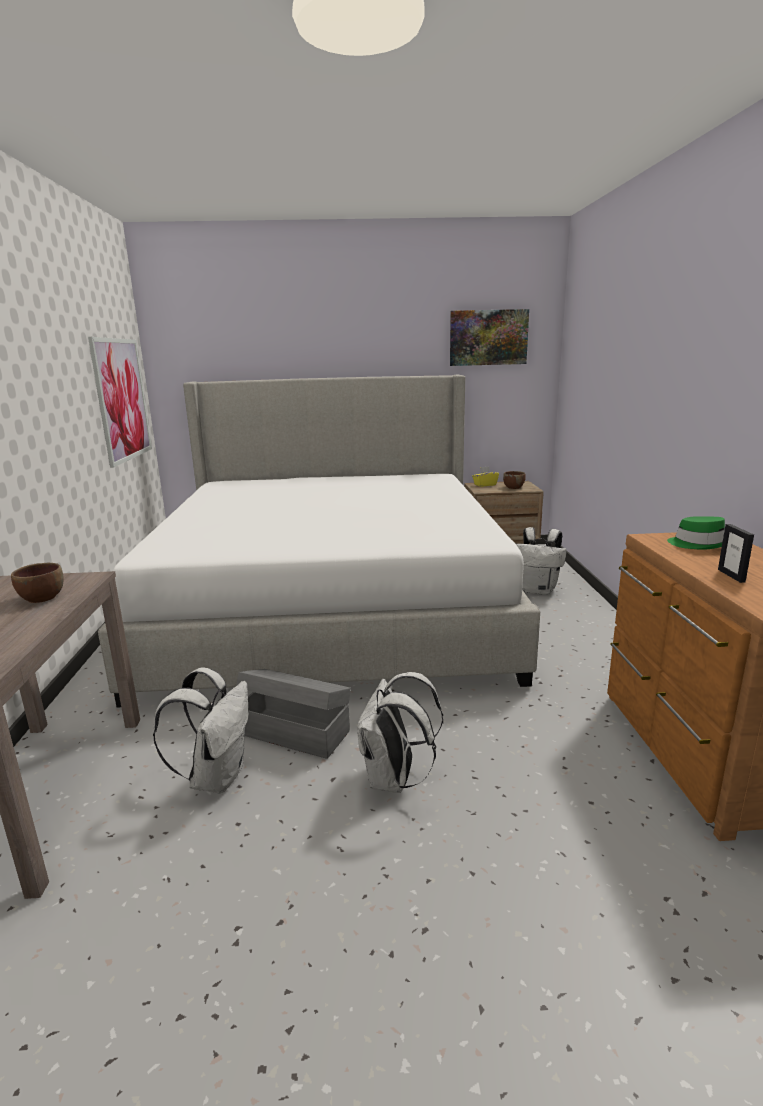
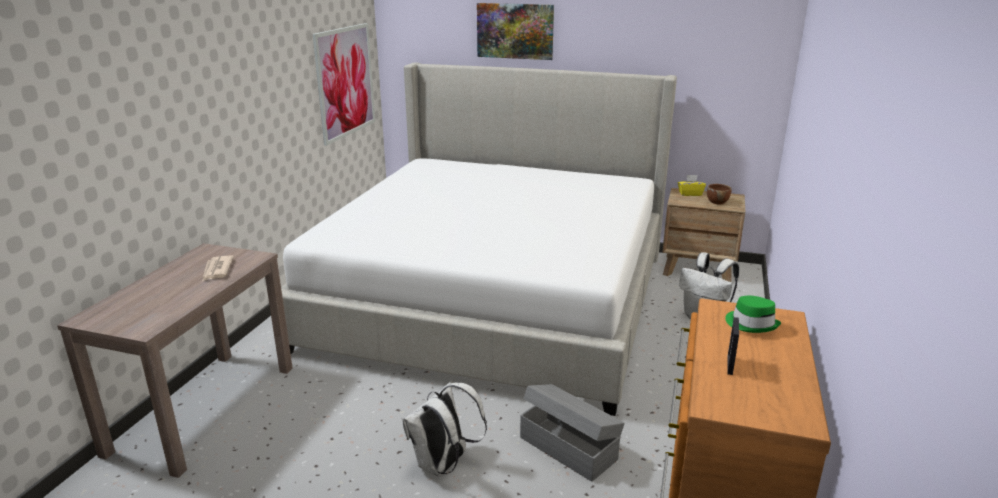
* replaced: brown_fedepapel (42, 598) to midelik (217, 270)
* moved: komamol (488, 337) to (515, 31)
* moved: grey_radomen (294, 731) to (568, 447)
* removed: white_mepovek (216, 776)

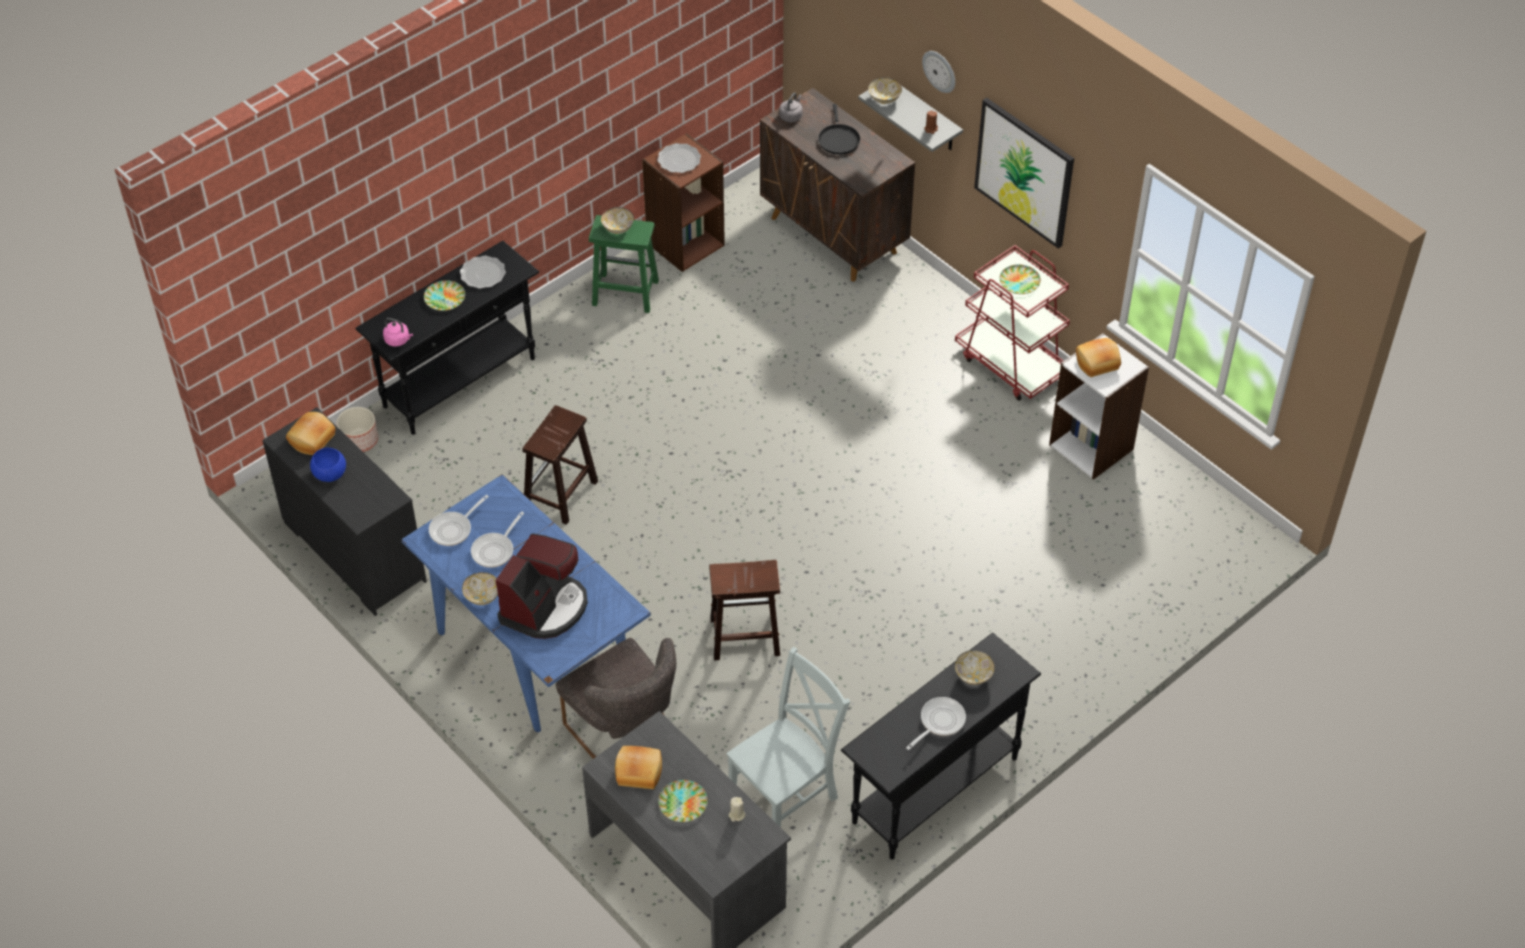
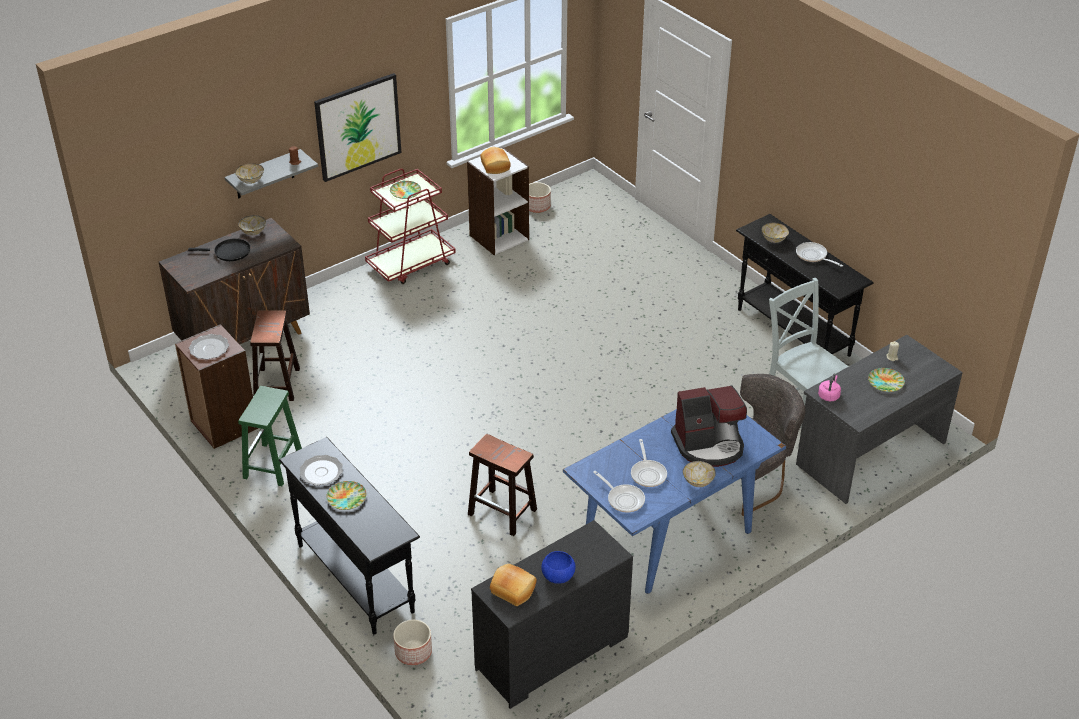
* moved: fedepapel (618, 228) to (253, 232)
* moved: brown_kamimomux (743, 637) to (277, 385)
* added: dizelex (537, 206)
* turned: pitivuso (495, 550) = (648, 473) 45 degrees clockwise
* turned: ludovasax (545, 607) = (709, 445) 135 degrees clockwise
* moved: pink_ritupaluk (398, 340) to (829, 395)
* removed: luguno (639, 771)
* removed: grey_ritupaluk (791, 116)
* removed: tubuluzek (940, 71)

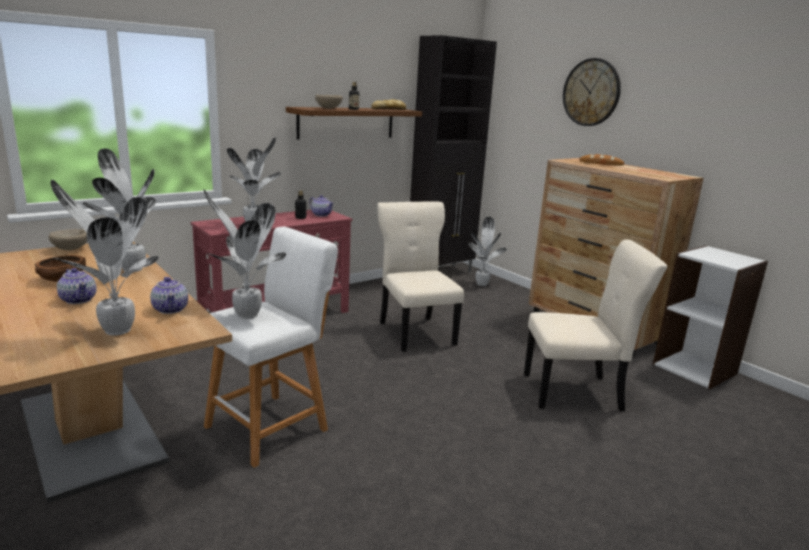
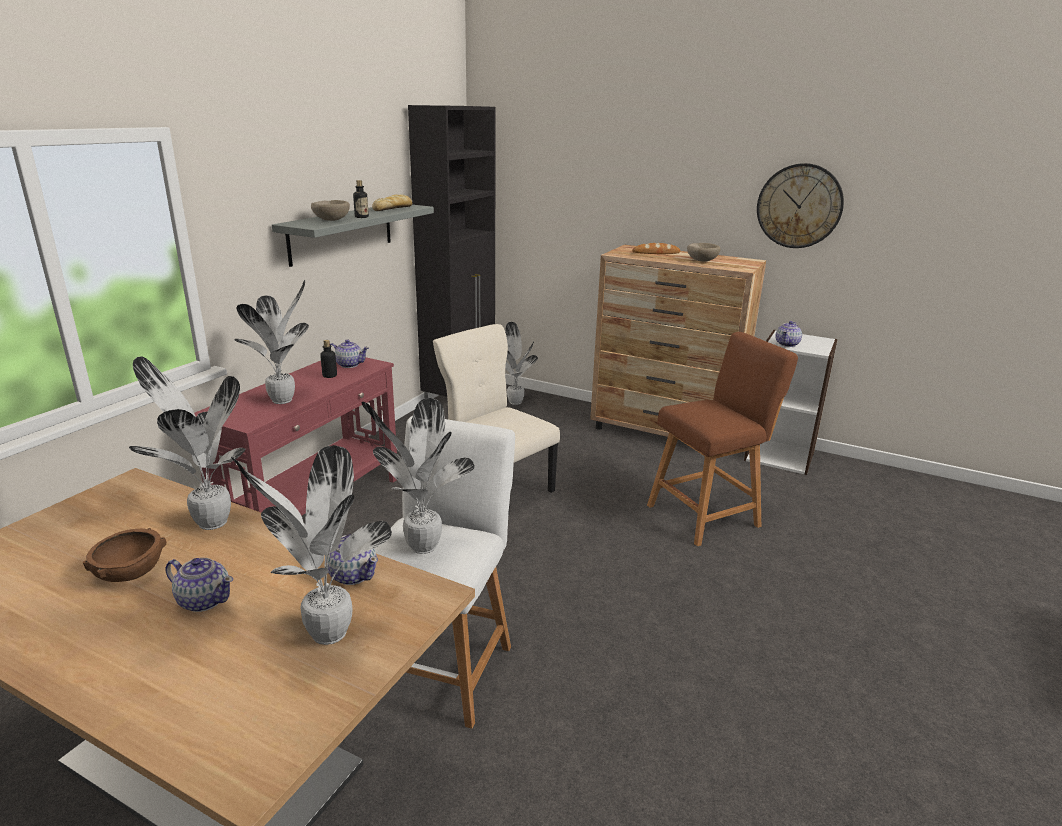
* recoloured: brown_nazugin (346, 123) to grey_nazugin (342, 233)
* replaced: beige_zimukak (576, 392) to brown_kamimomux (707, 514)
* moved: beige_fedepapel (71, 249) to (701, 260)
* moved: tubuluzek (591, 92) to (799, 206)
* added: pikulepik (787, 344)

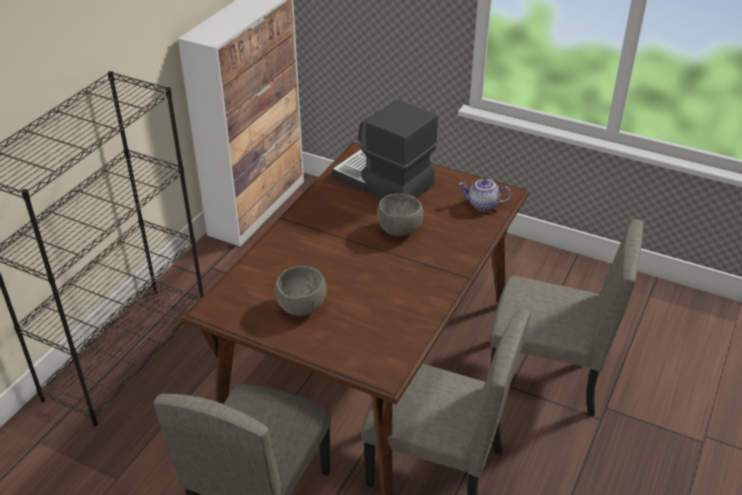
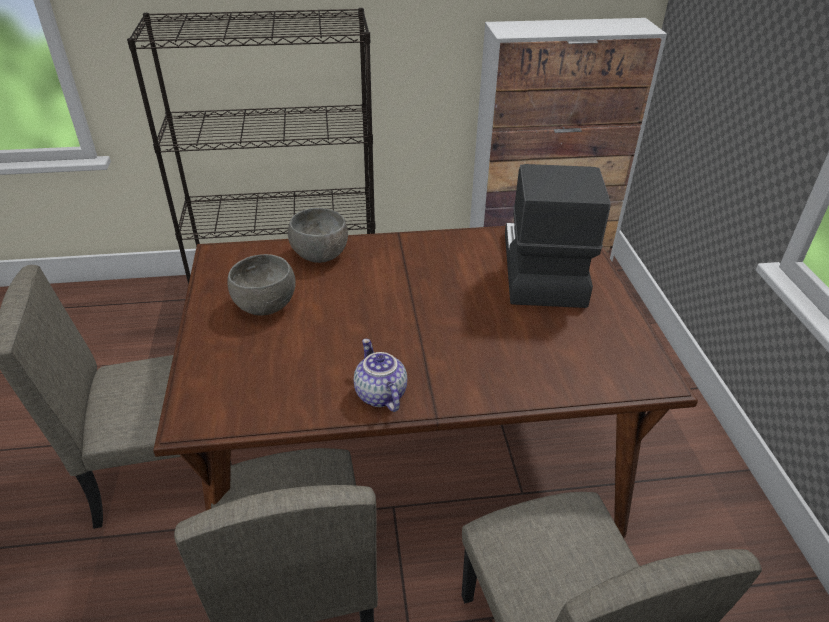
* moved: grey_fedepapel (400, 230) to (320, 256)
* moved: pikulepik (483, 205) to (379, 394)

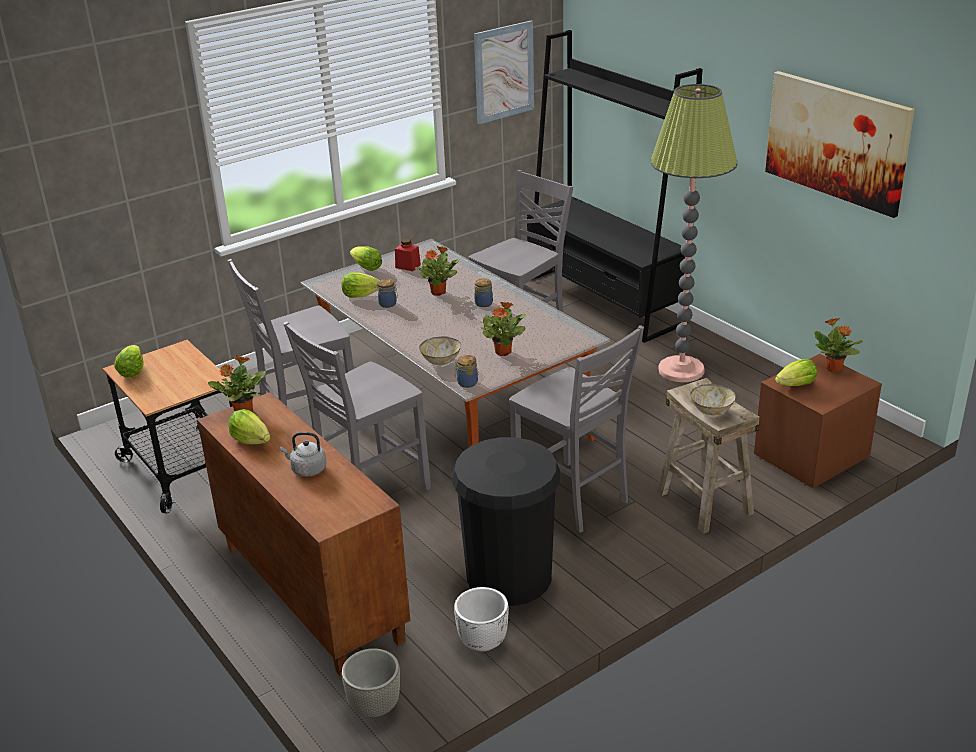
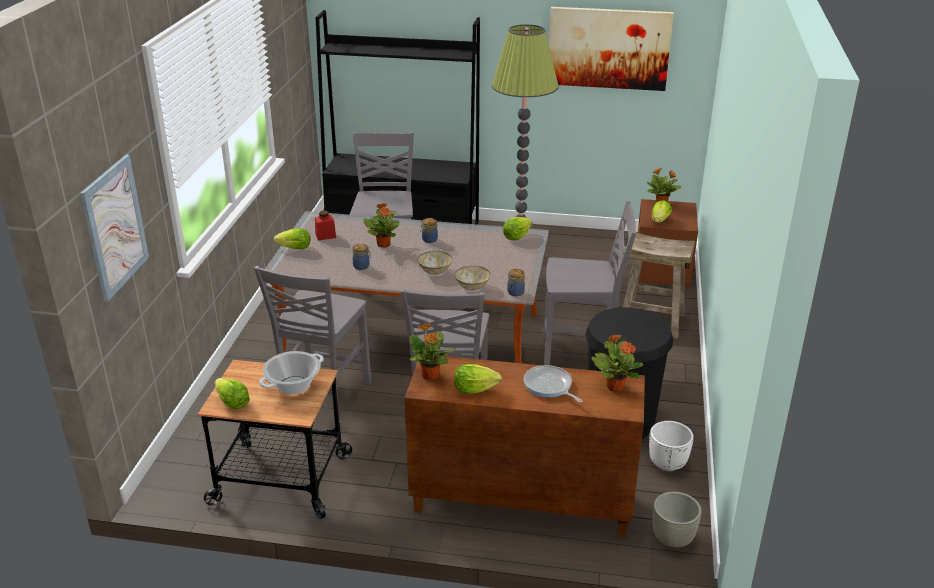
* moved: komamol (504, 72) to (115, 227)
* added: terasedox (294, 385)
* moved: fedepapel (711, 410) to (434, 271)
* moved: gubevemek (360, 295) to (516, 237)
* replaced: grey_ritupaluk (307, 469) to pitivuso (549, 386)
* moved: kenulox (503, 352) to (615, 386)

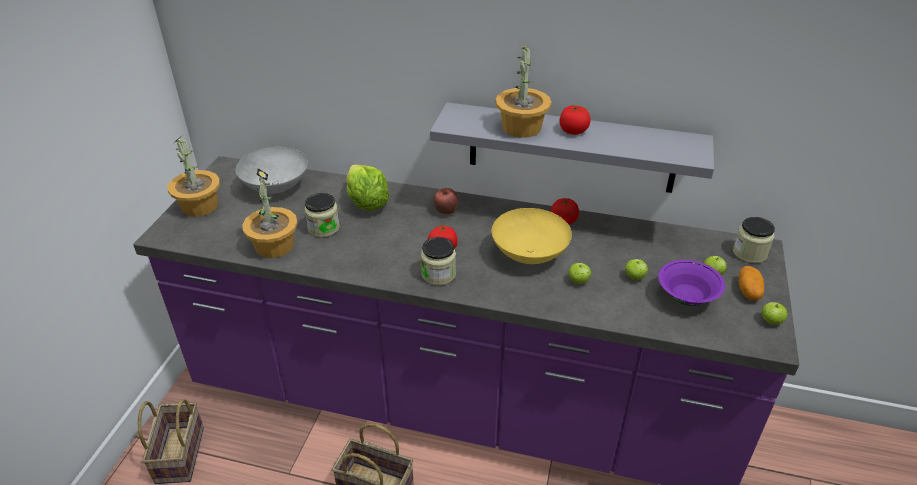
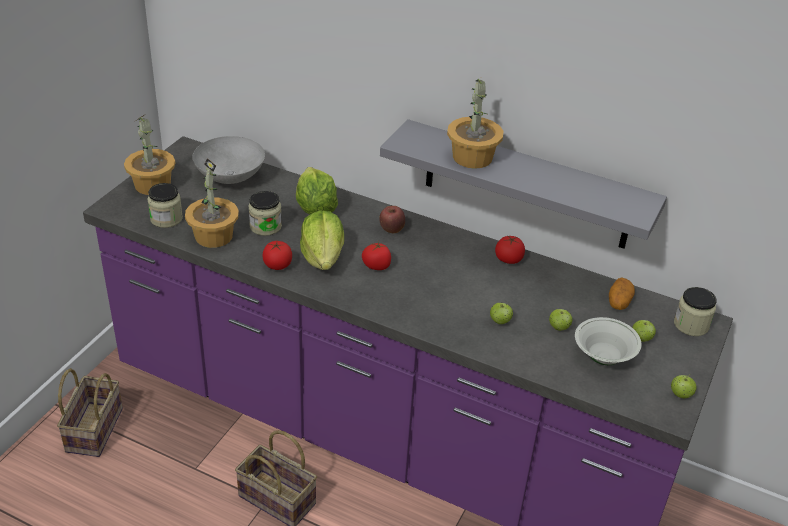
* moved: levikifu (438, 274) to (166, 218)
* moved: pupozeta (573, 131) to (277, 265)
* added: gubevemek (323, 257)
* recoloured: purple_fedepapel (686, 298) to white_fedepapel (603, 357)
* moved: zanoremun (748, 291) to (619, 302)
* removed: yellow_fedepapel (529, 253)

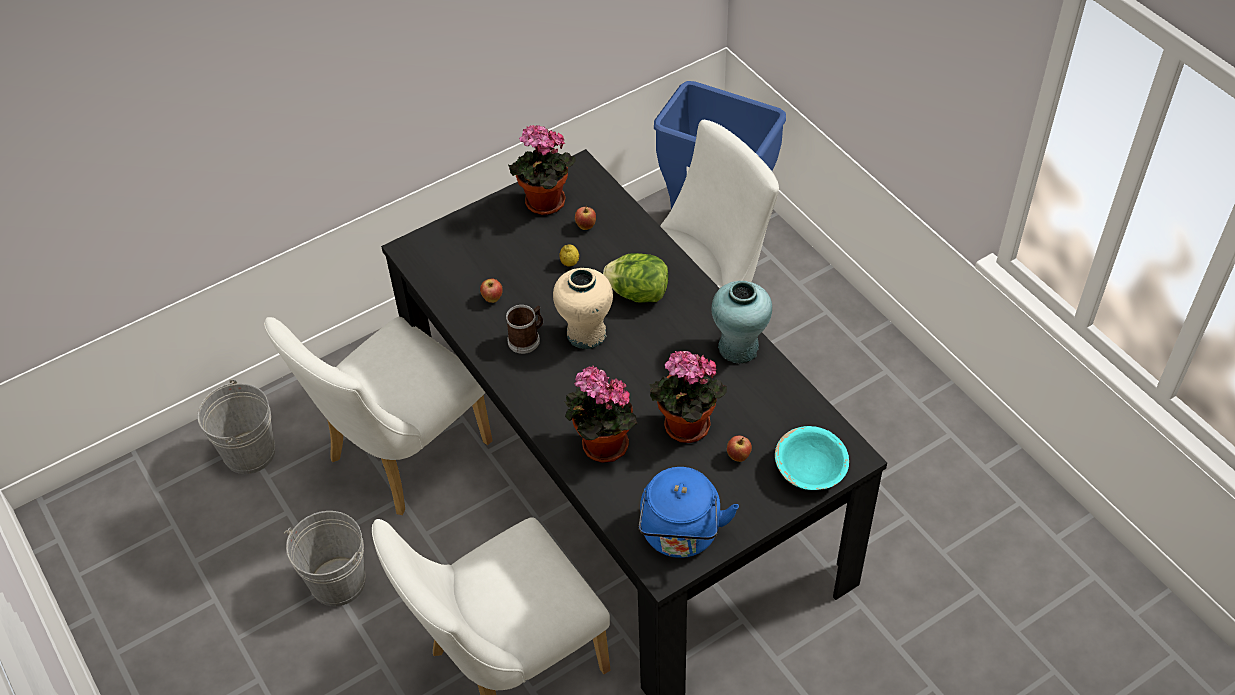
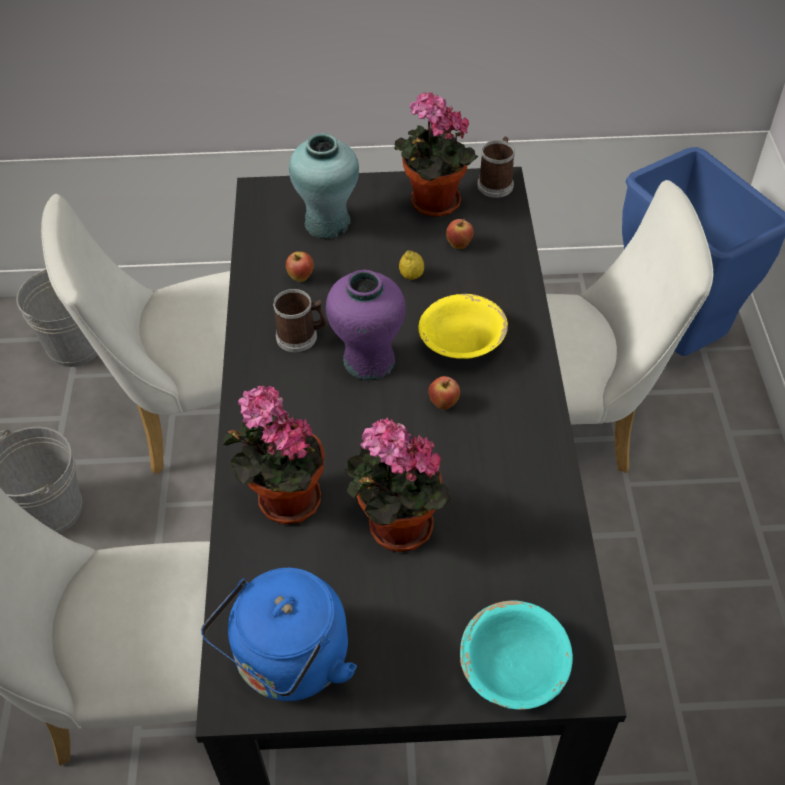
* moved: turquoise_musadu (738, 347) to (327, 223)
* recoloured: beige_musadu (586, 334) to purple_musadu (369, 361)
* replaced: gubevemek (638, 293) to yellow_fedepapel (461, 342)
* moved: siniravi (738, 456) to (444, 404)
* added: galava (496, 183)

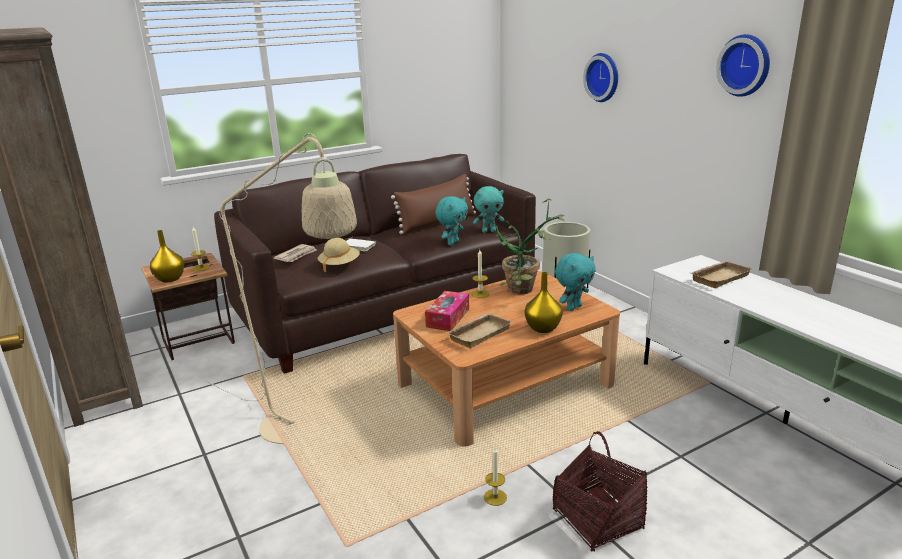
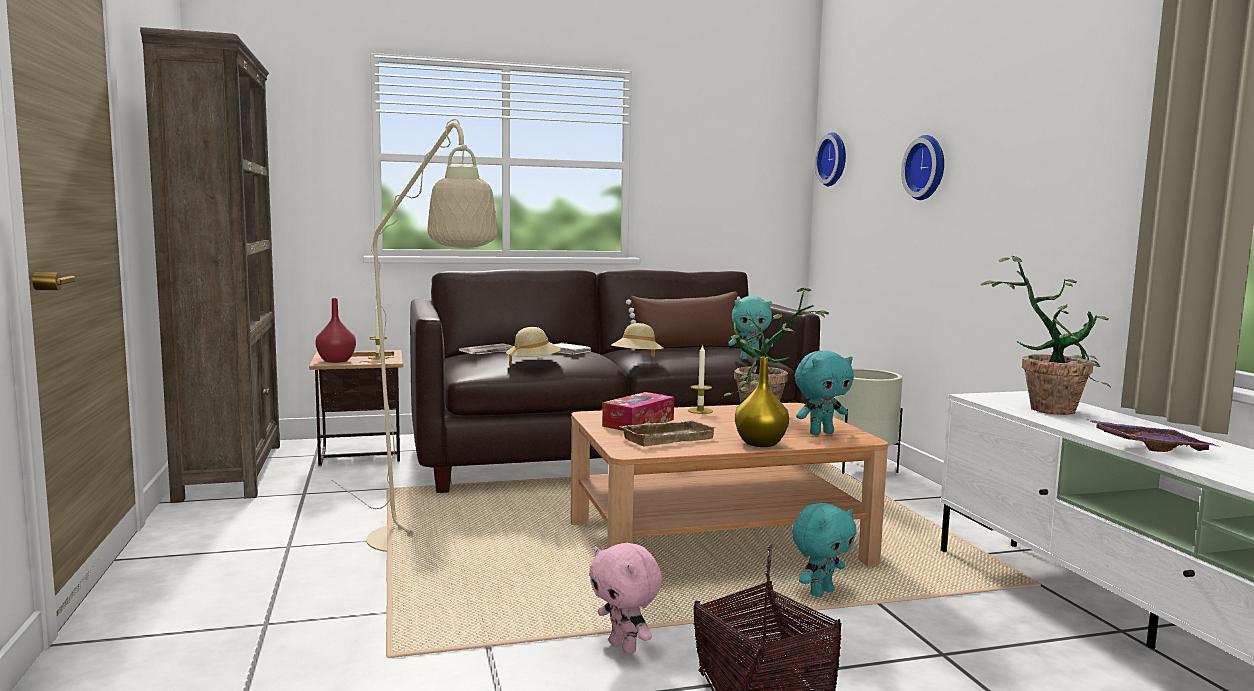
* recoloured: yellow_musadu (170, 279) to red_musadu (337, 361)
* replaced: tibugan (495, 497) to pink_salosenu (624, 647)
* added: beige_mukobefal (637, 359)
* moved: turquoise_salosenu (452, 243) to (820, 593)
* moved: tubuluzek (746, 65) to (834, 159)
* replaced: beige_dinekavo (718, 277) to kenulox (1048, 407)
* added: purple_dinekavo (1148, 447)

